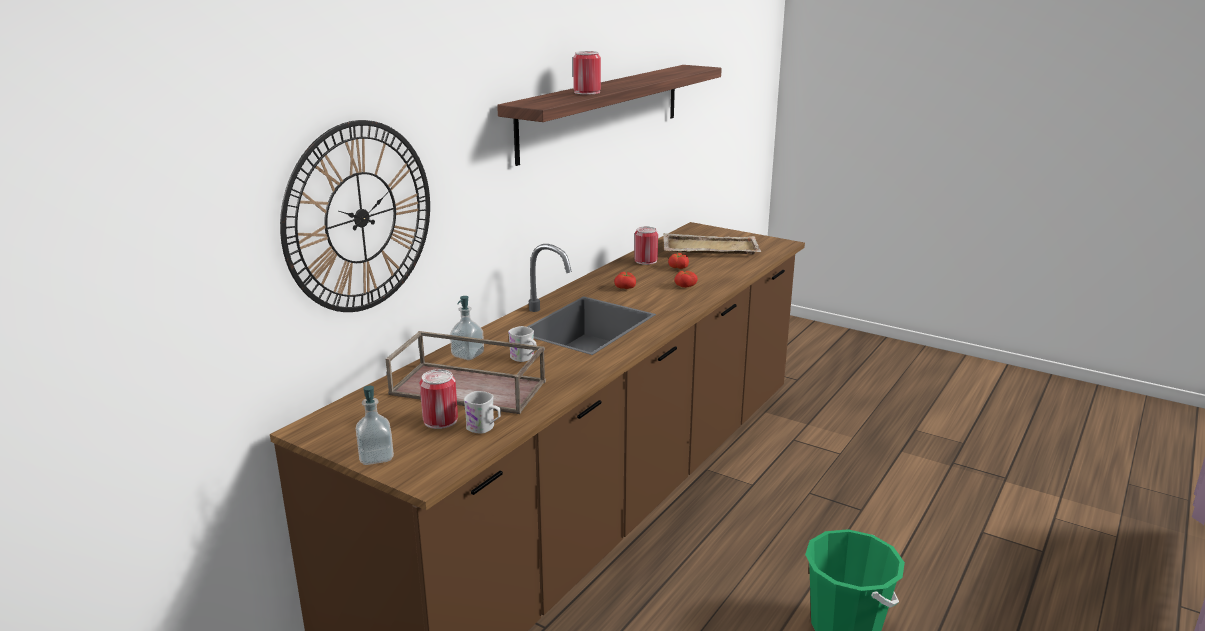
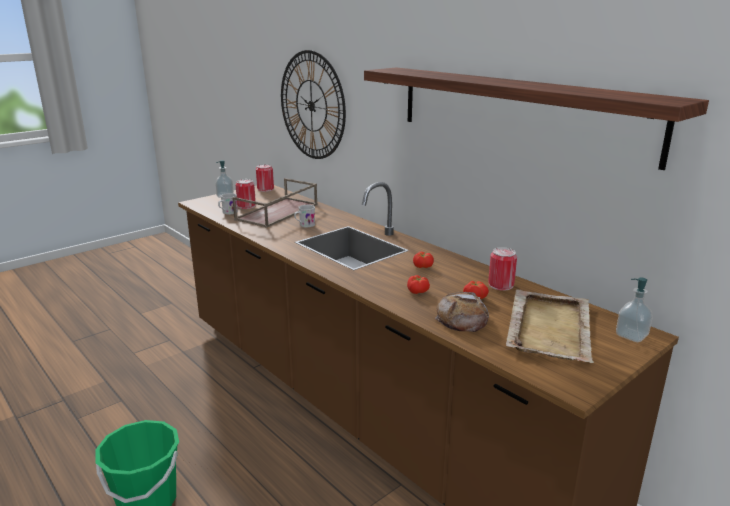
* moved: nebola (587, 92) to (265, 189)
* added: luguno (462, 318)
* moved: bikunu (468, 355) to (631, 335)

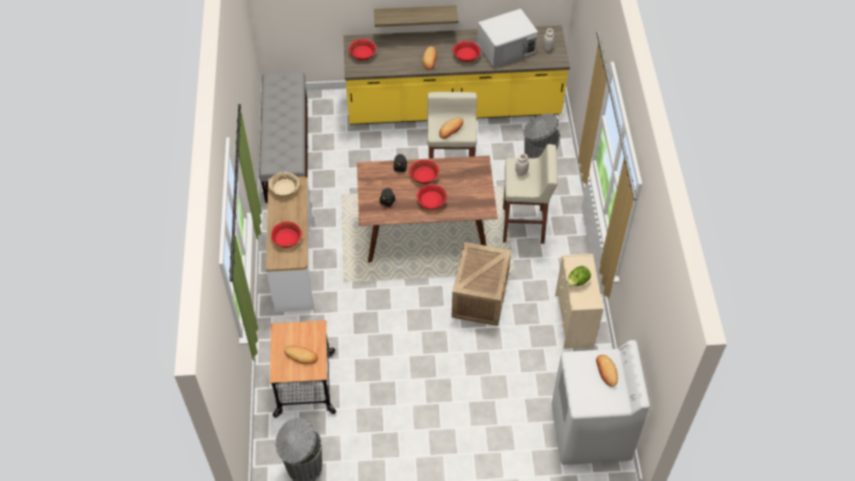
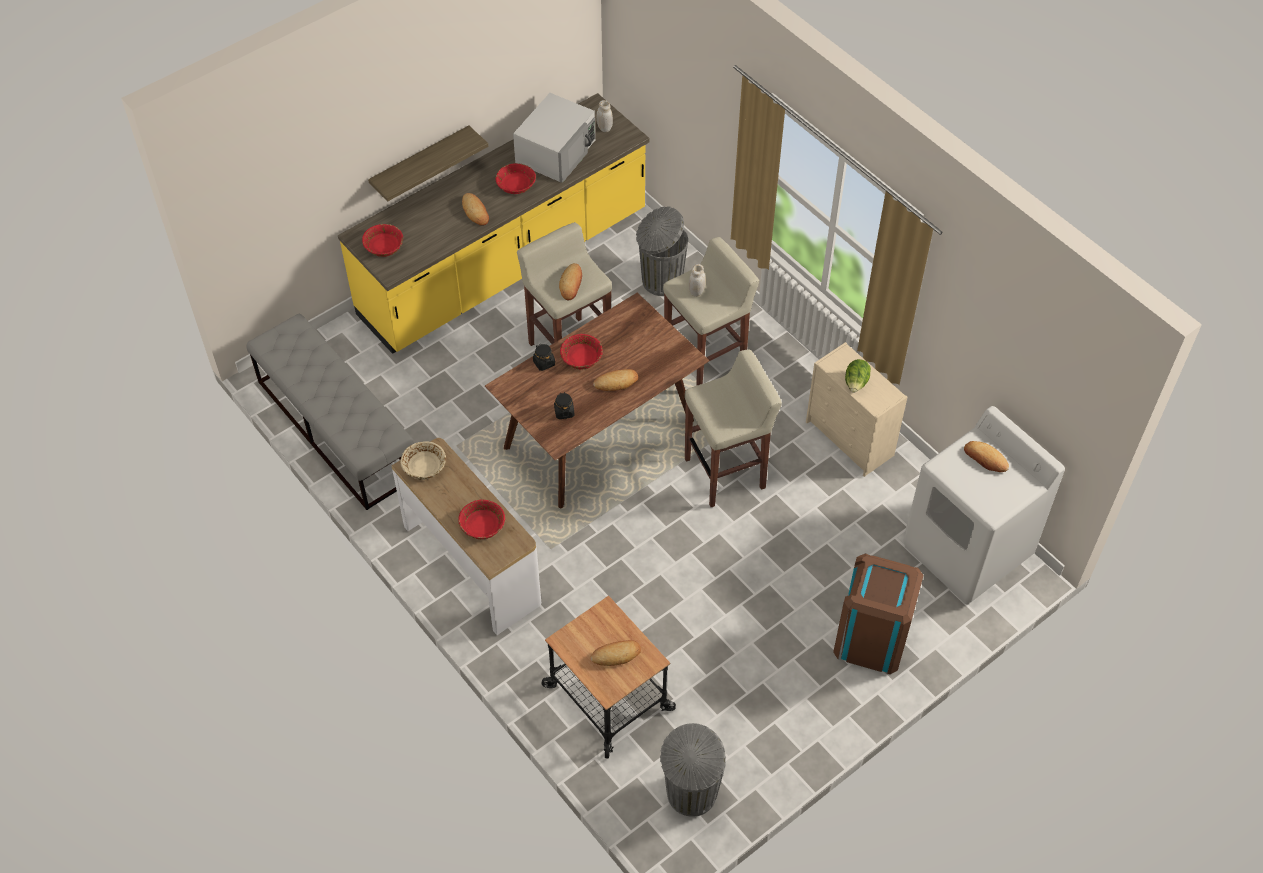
* replaced: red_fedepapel (431, 201) to luguno (616, 382)
* replaced: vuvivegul (480, 297) to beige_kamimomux (726, 473)
* added: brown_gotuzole (871, 639)

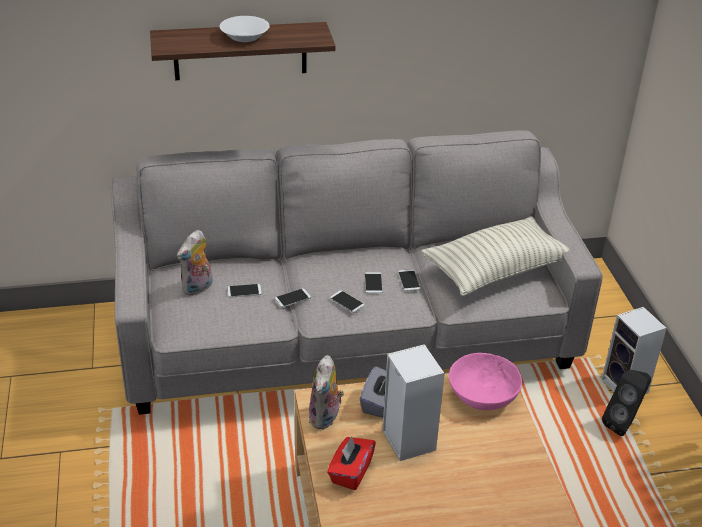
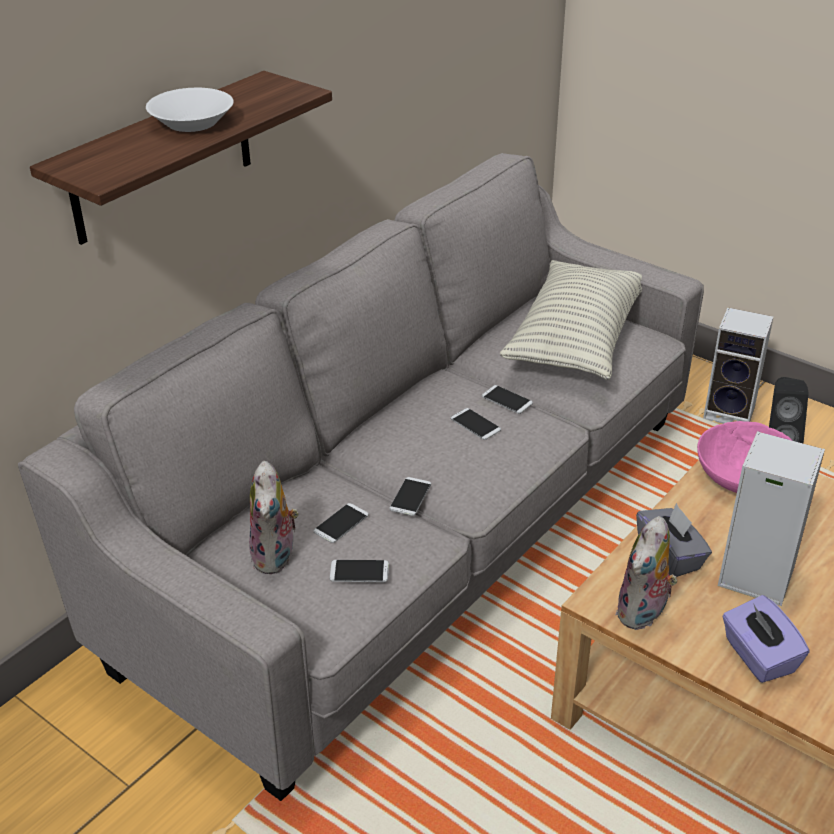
* moved: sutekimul (347, 302) to (359, 572)
* turned: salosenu (326, 418) = (643, 613) 60 degrees clockwise
* recoloured: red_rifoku (350, 472) to purple_rifoku (758, 656)

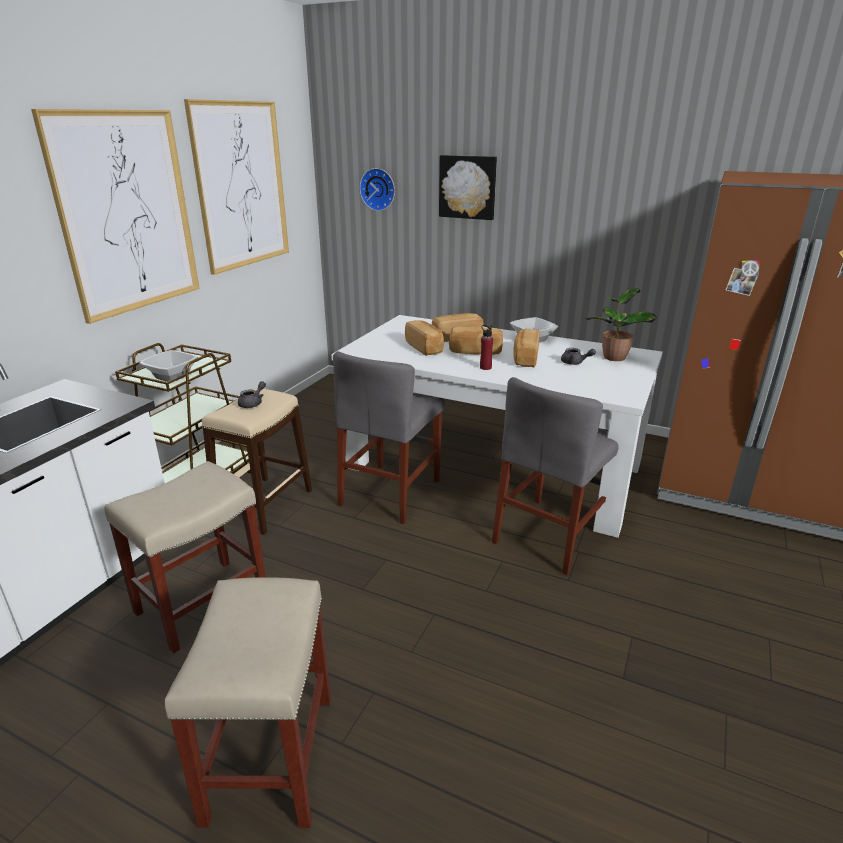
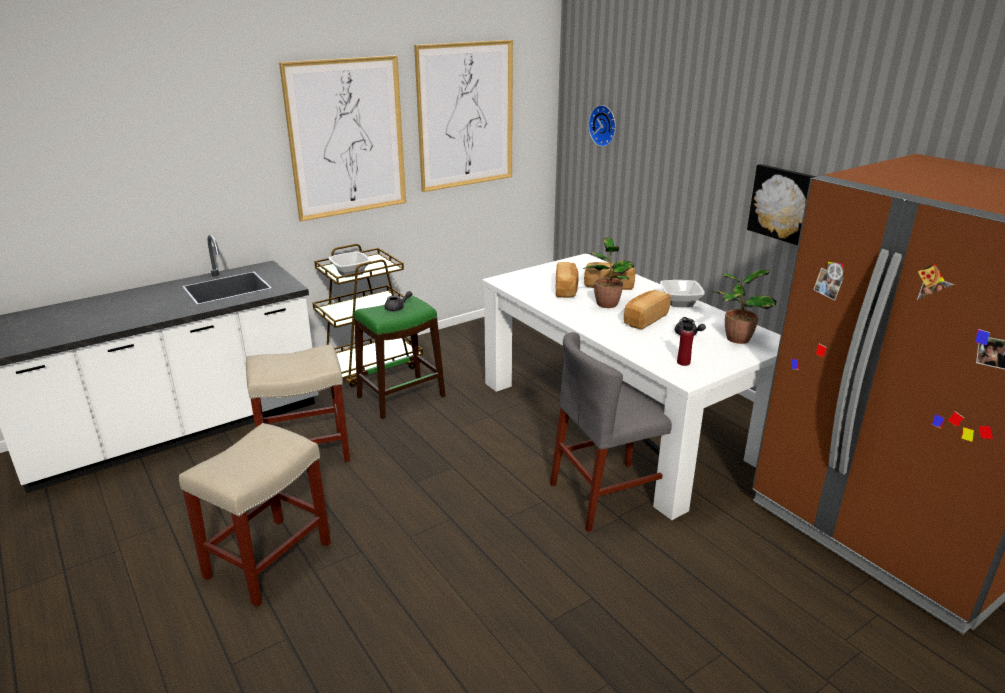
* recoloured: beige_kamimomux (263, 504) to green_kamimomux (400, 396)
* replaced: luguno (475, 352) to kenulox (606, 303)
* moved: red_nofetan (485, 367) to (683, 362)
* moved: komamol (468, 187) to (783, 204)
* removed: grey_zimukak (390, 492)

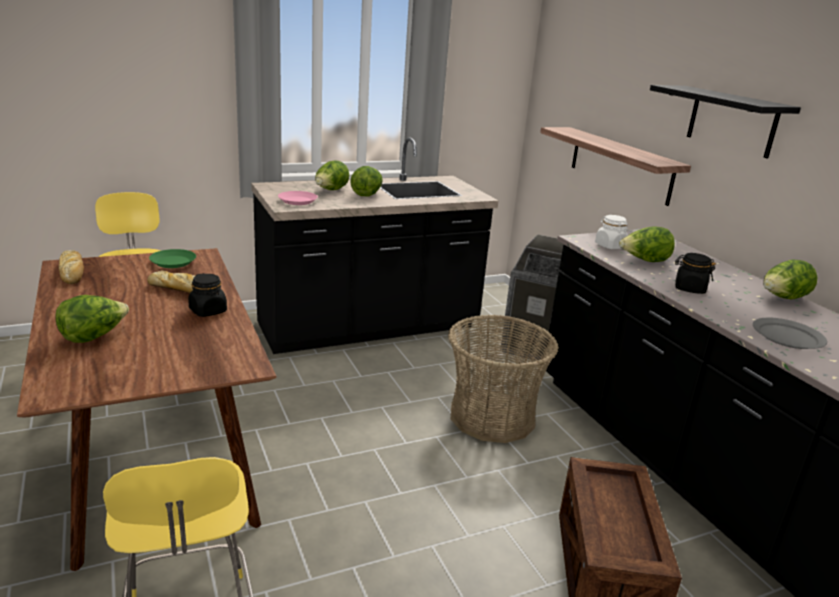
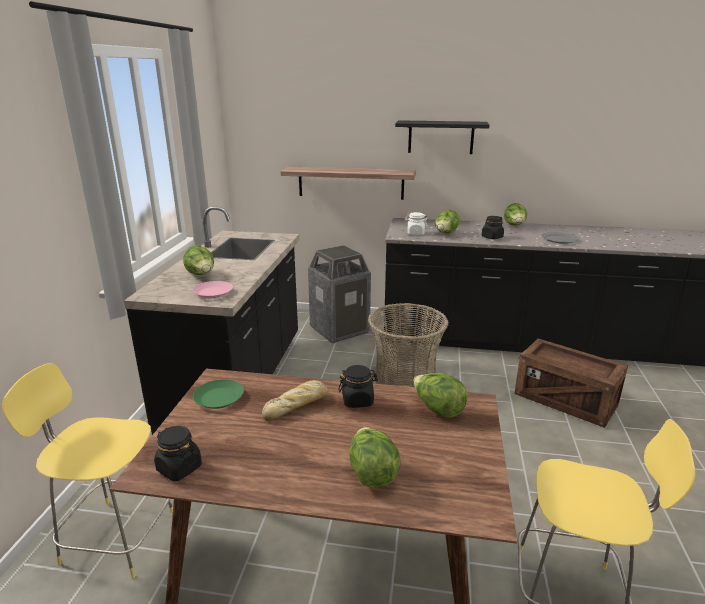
* replaced: luguno (72, 272) to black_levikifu (179, 468)
* moved: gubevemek (366, 194) to (438, 409)

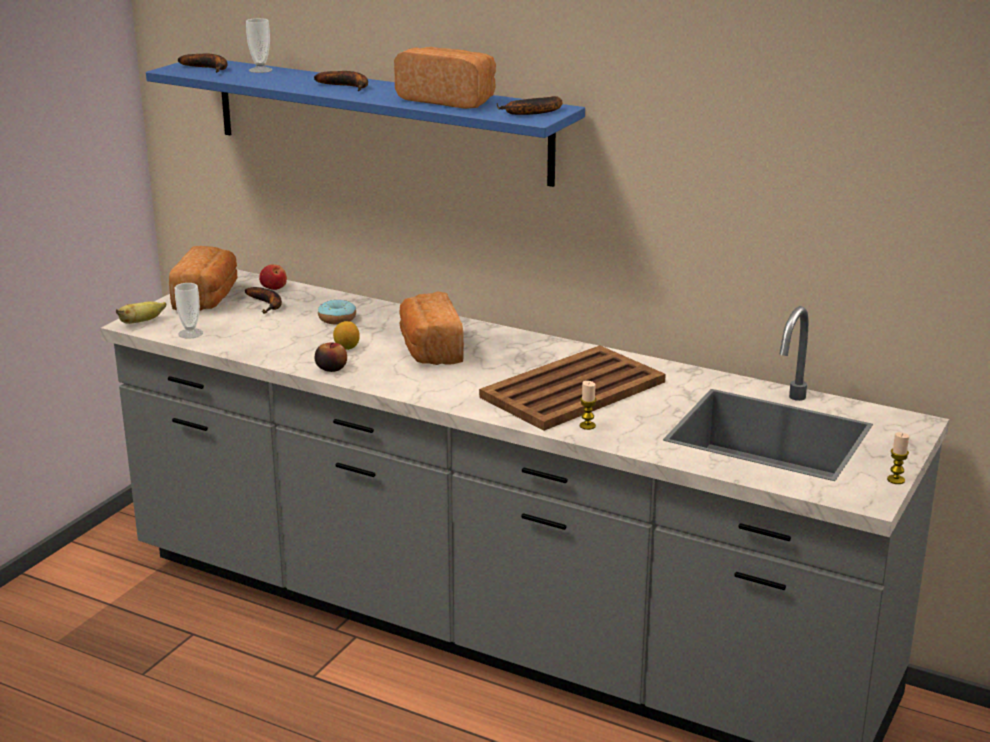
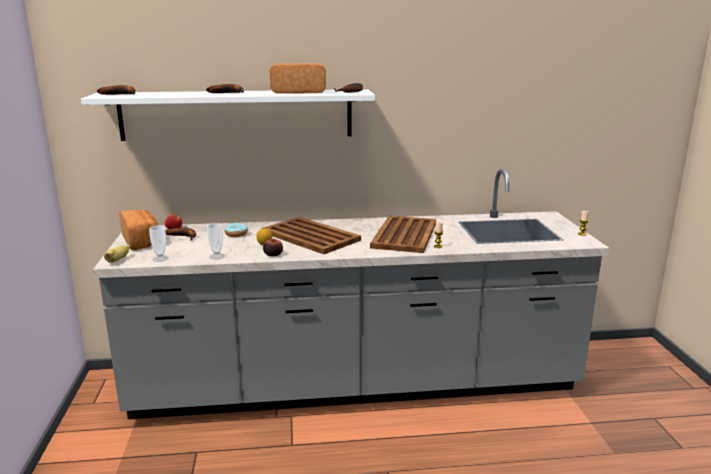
* recoloured: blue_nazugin (379, 119) to white_nazugin (237, 114)
* moved: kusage (260, 70) to (217, 256)
* replaced: luguno (430, 351) to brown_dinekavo (310, 236)

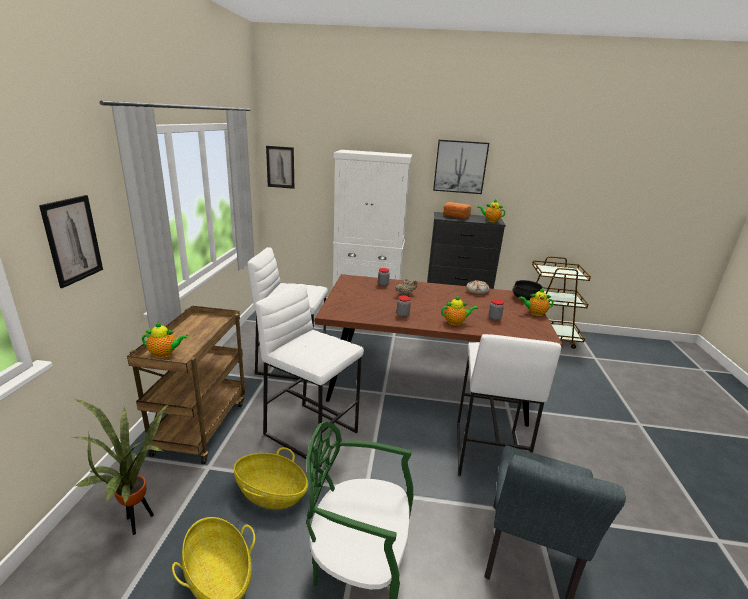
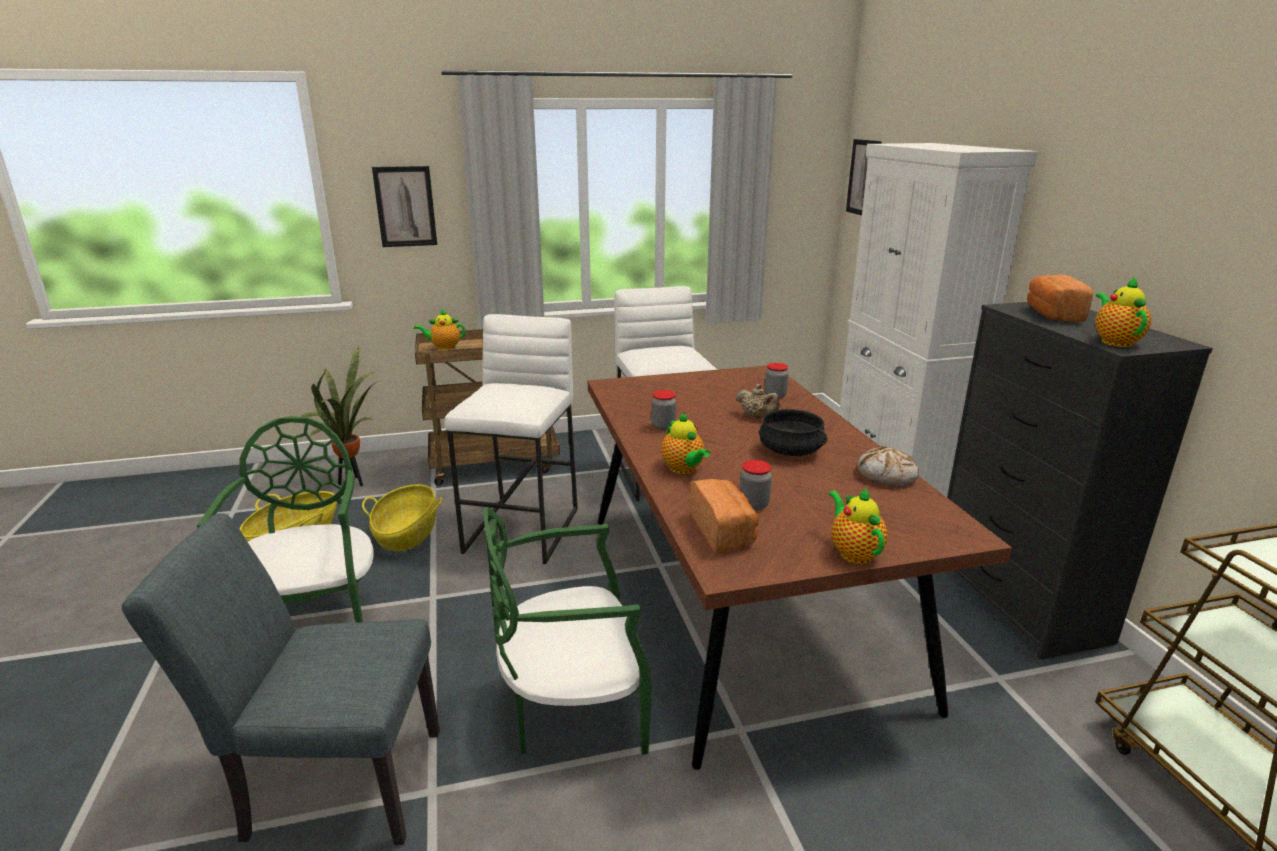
* turned: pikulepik (165, 354) = (444, 347) 105 degrees clockwise
* replaced: white_kamimomux (487, 451) to green_zimukak (572, 709)
* added: luguno (723, 532)
* moved: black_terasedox (525, 298) to (791, 450)
* removed: komamol (460, 167)

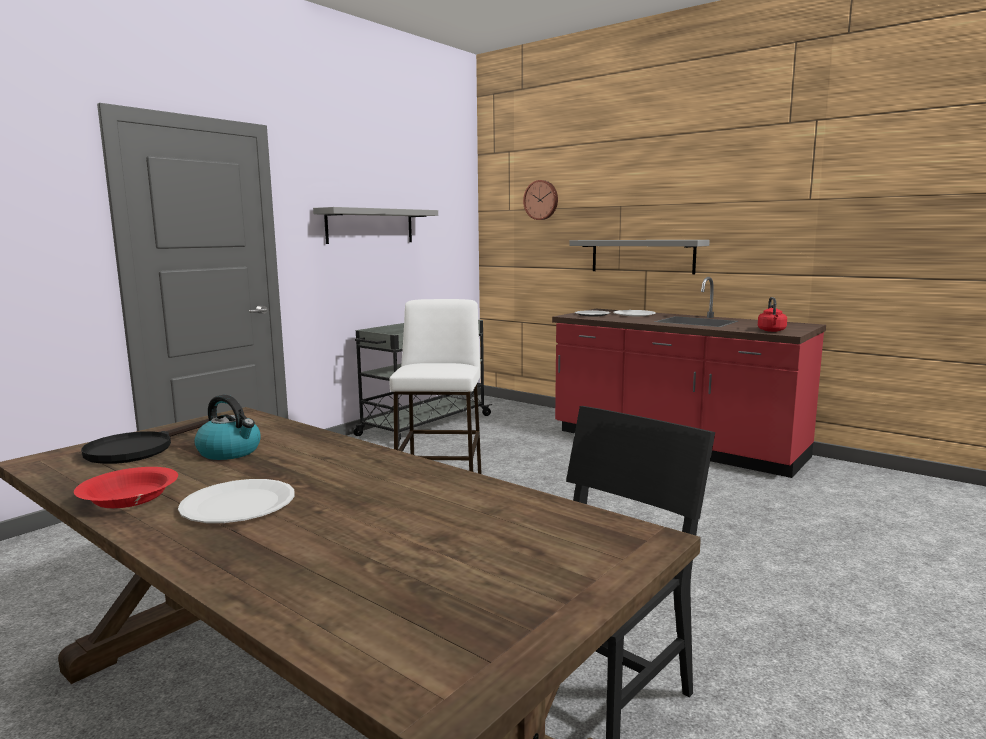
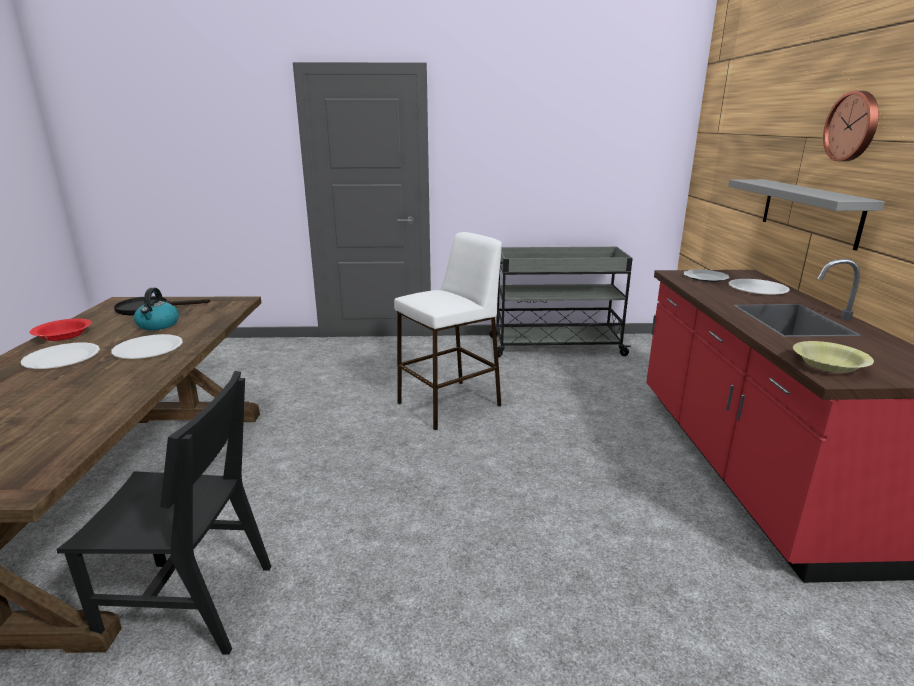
* added: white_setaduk (148, 349)
* replaced: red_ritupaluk (772, 331) to yellow_fedepapel (828, 365)
* moved: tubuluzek (541, 200) to (853, 126)
* removed: grey_nazugin (370, 226)

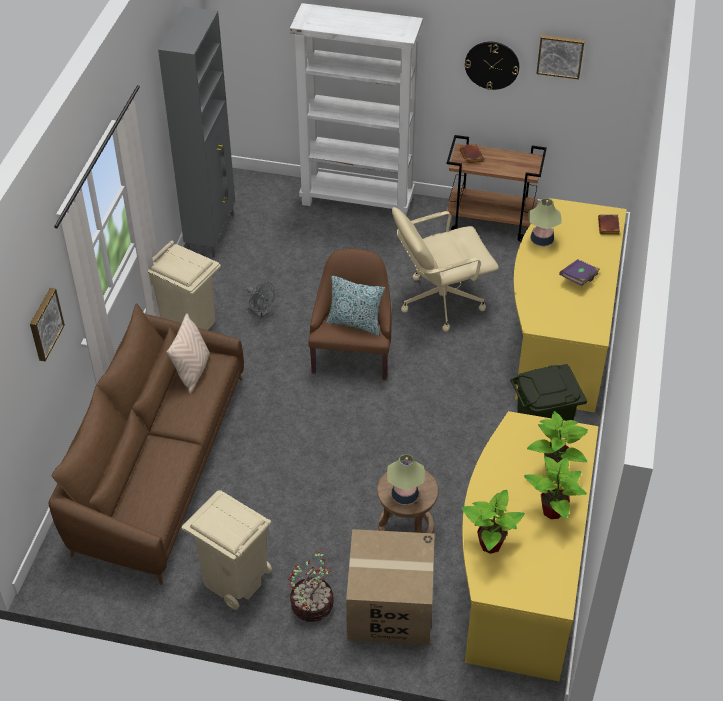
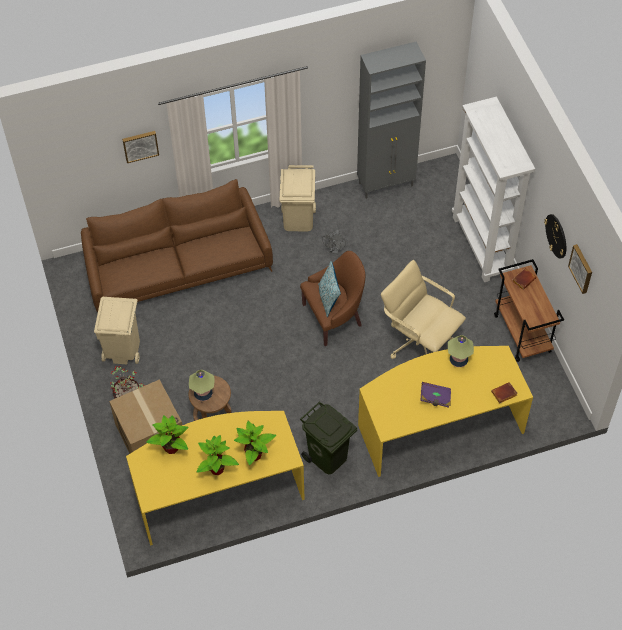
* removed: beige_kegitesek (192, 372)

